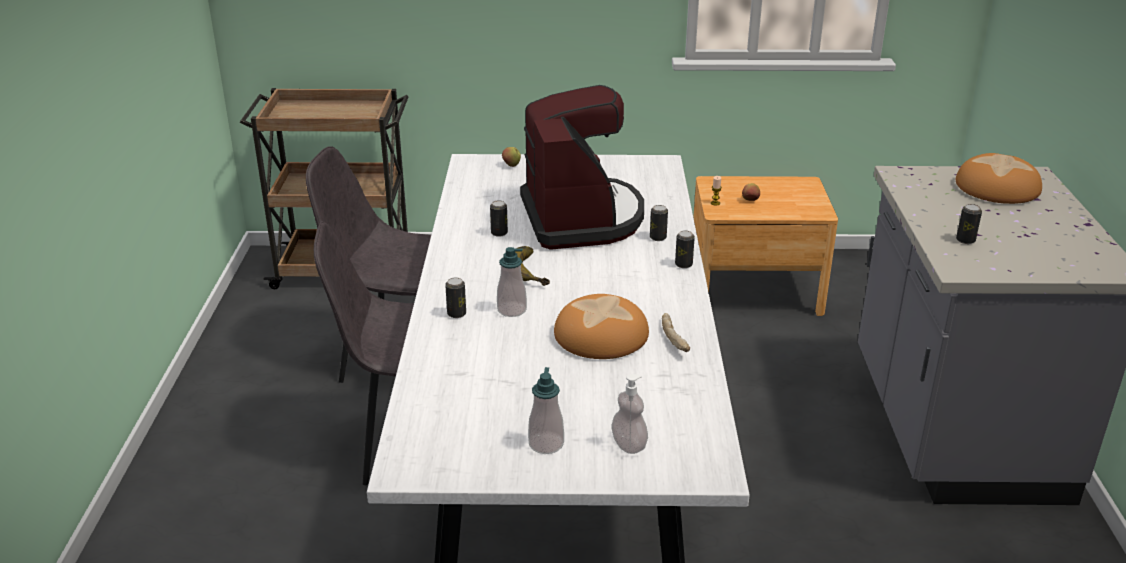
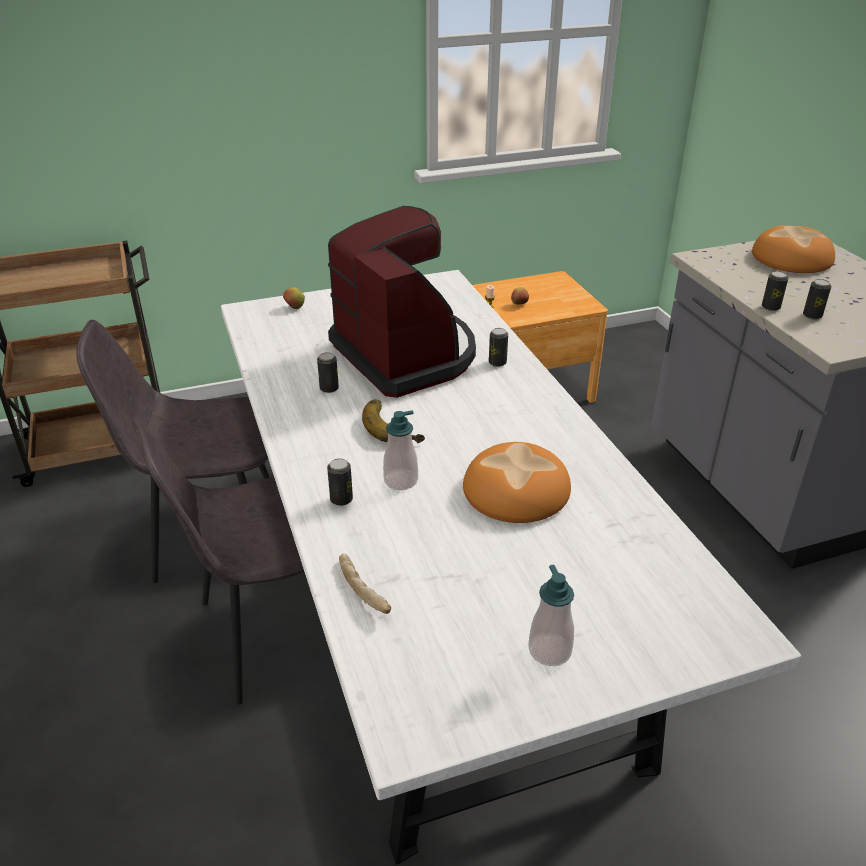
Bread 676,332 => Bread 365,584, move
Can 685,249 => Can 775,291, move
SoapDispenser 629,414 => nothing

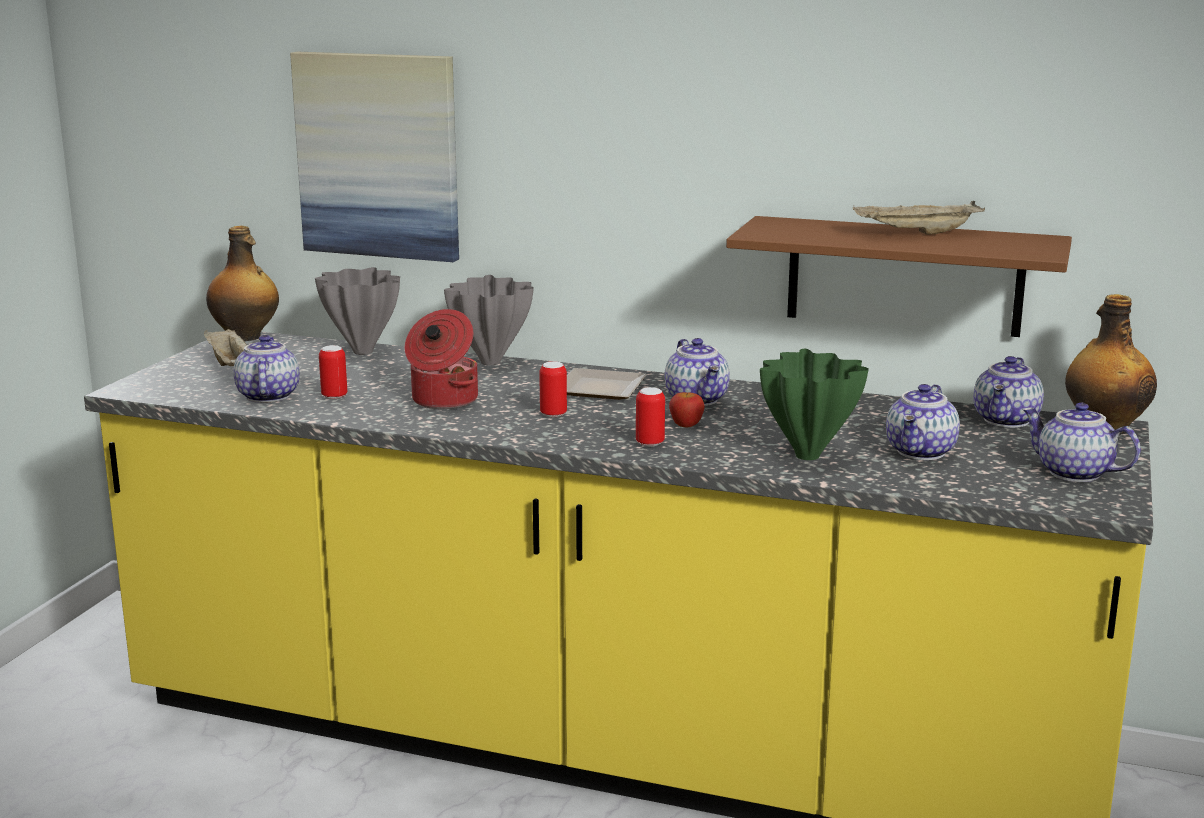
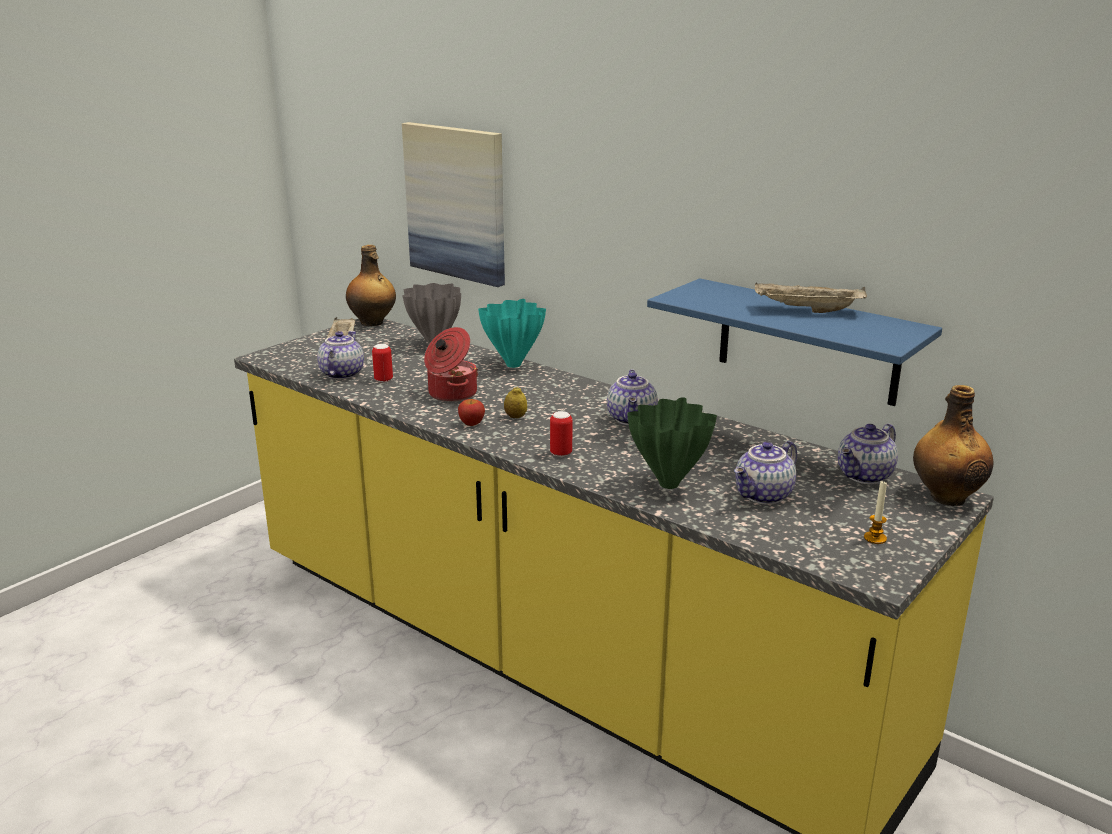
Apple 687,409 => Apple 471,412, move
GreyVase 489,320 => TurquoiseVase 512,333
Can 553,389 => Lemon 515,402
BrownShelf 899,276 => BlueShelf 794,342
Teapot 1081,442 => Candle 875,512
Plate 607,384 => nothing

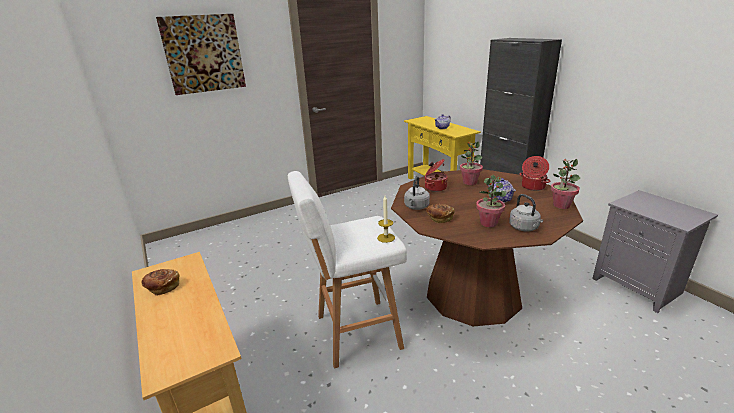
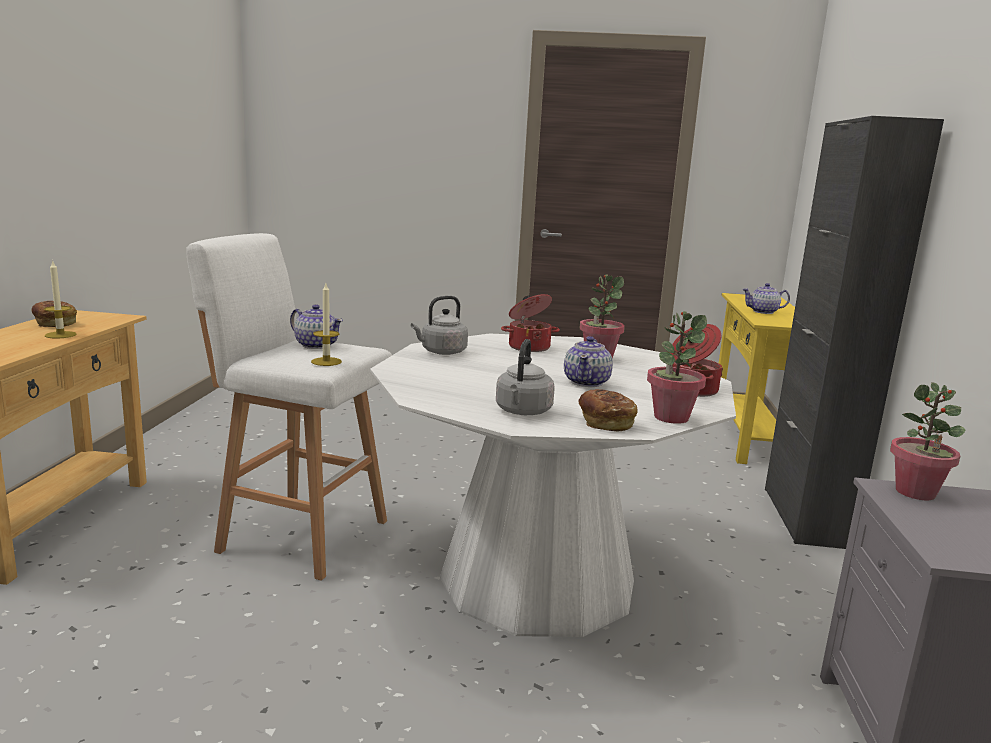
nothing => Candle 60,299
nothing => Teapot 316,326
BrownDiningTable 487,247 => WhiteDiningTable 553,485
Bread 440,213 => Bread 607,410, move
PottedPlant 491,201 => PottedPlant 928,441, move
Picture 201,54 => nothing

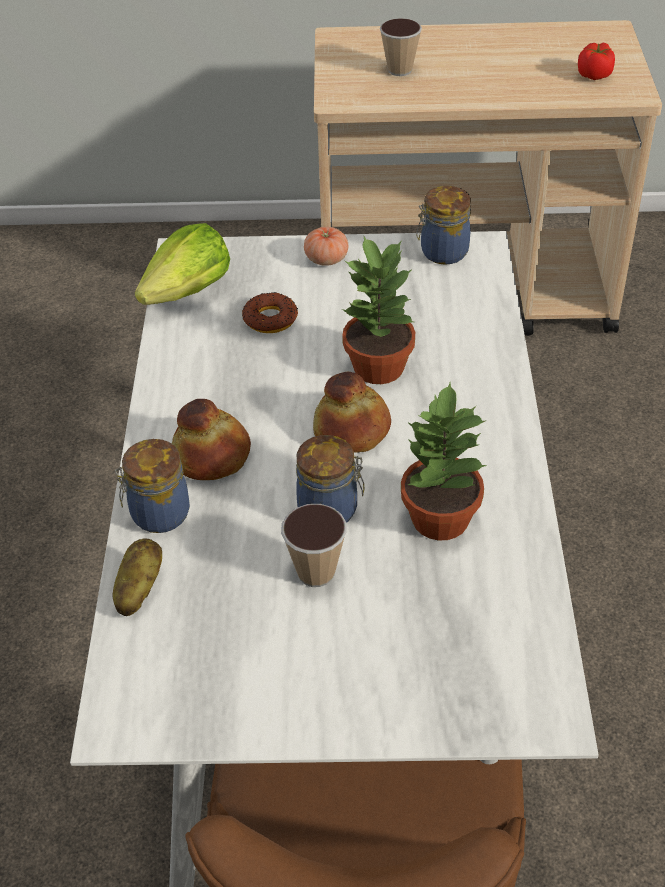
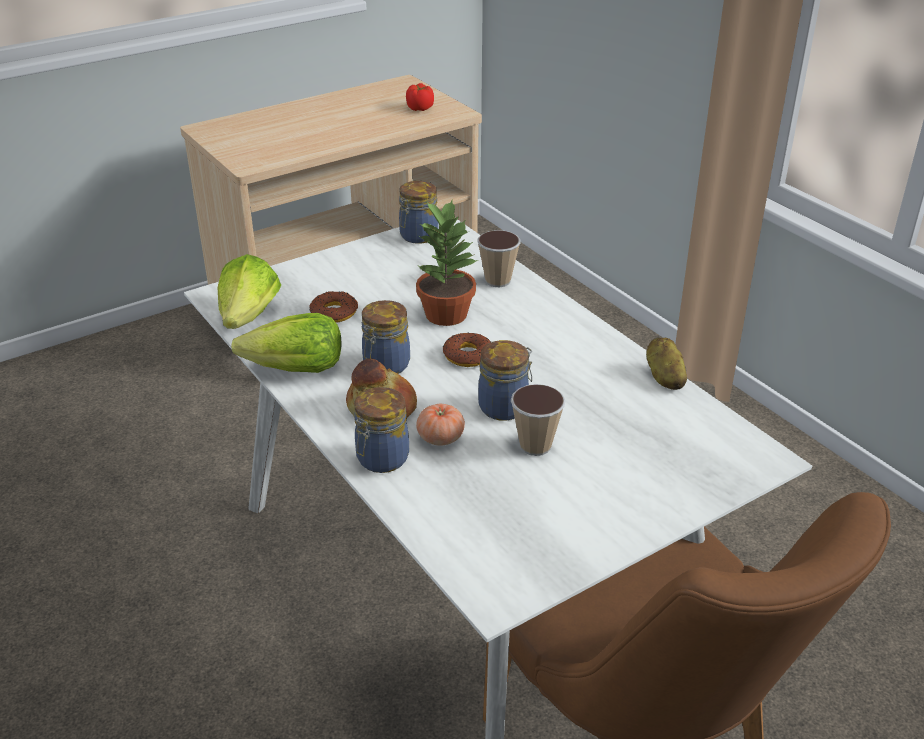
nothing => Lettuce 286,343
nothing => Jar 386,337
Tomato 326,246 => Tomato 440,425, move
Bread 352,412 => Donut 467,350
Cup 401,47 => Cup 498,258, move
Potato 137,577 => Potato 666,363, move
PottedPlant 444,461 => nothing

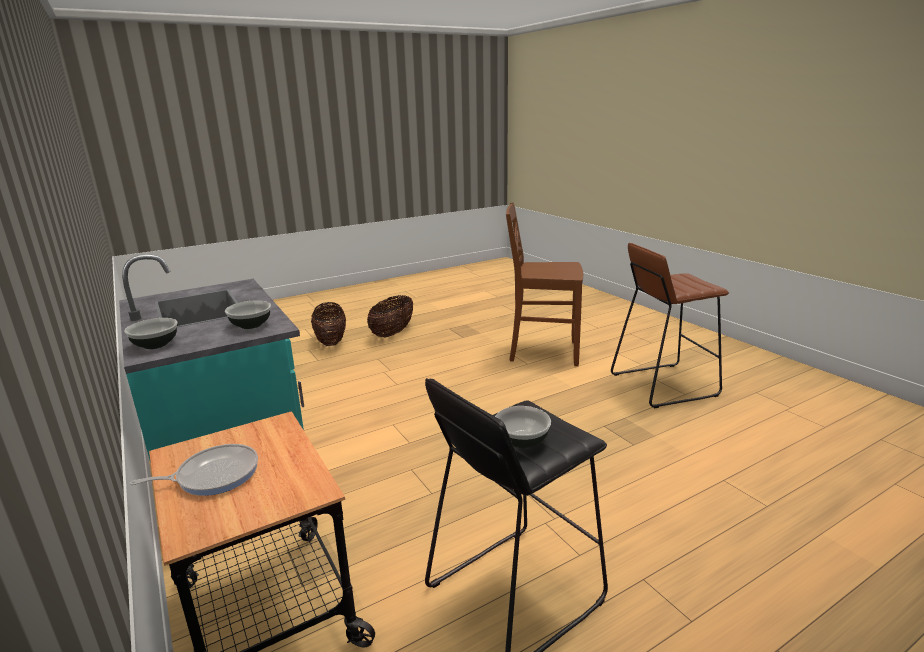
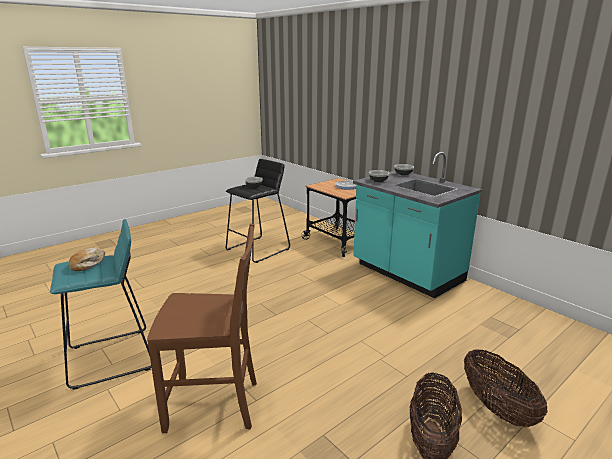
BrownStool 670,325 => TurquoiseStool 101,304
nothing => Bread 87,259

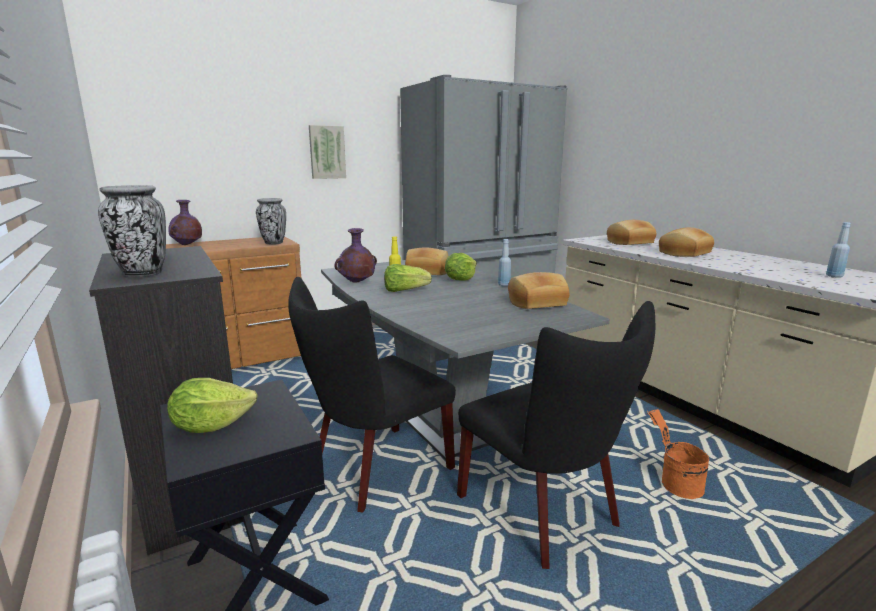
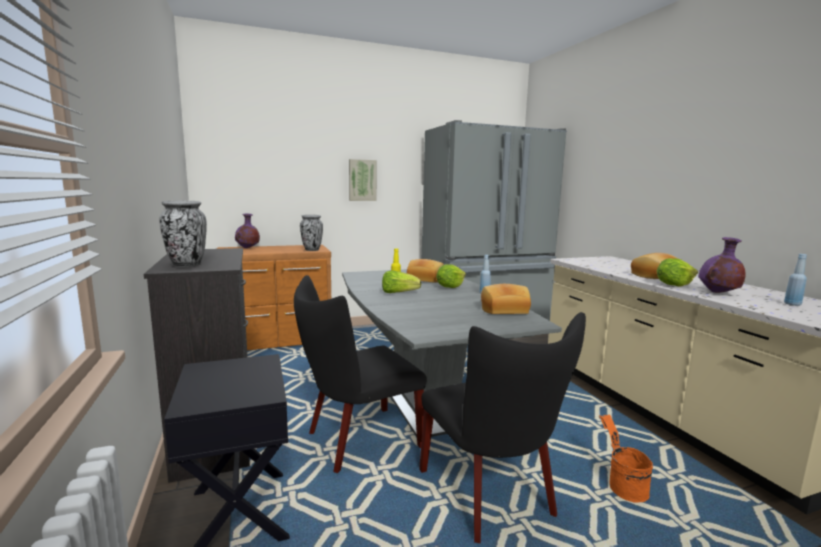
Lettuce 212,405 => Lettuce 677,272, move
PurpleVase 355,255 => PurpleVase 722,265, move
Bread 631,232 => nothing

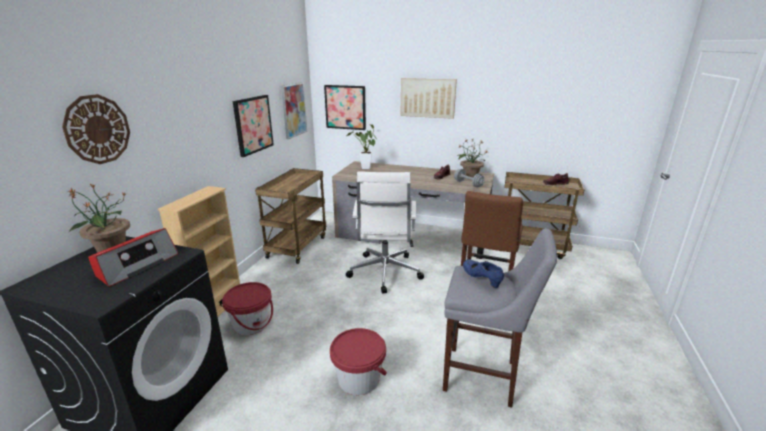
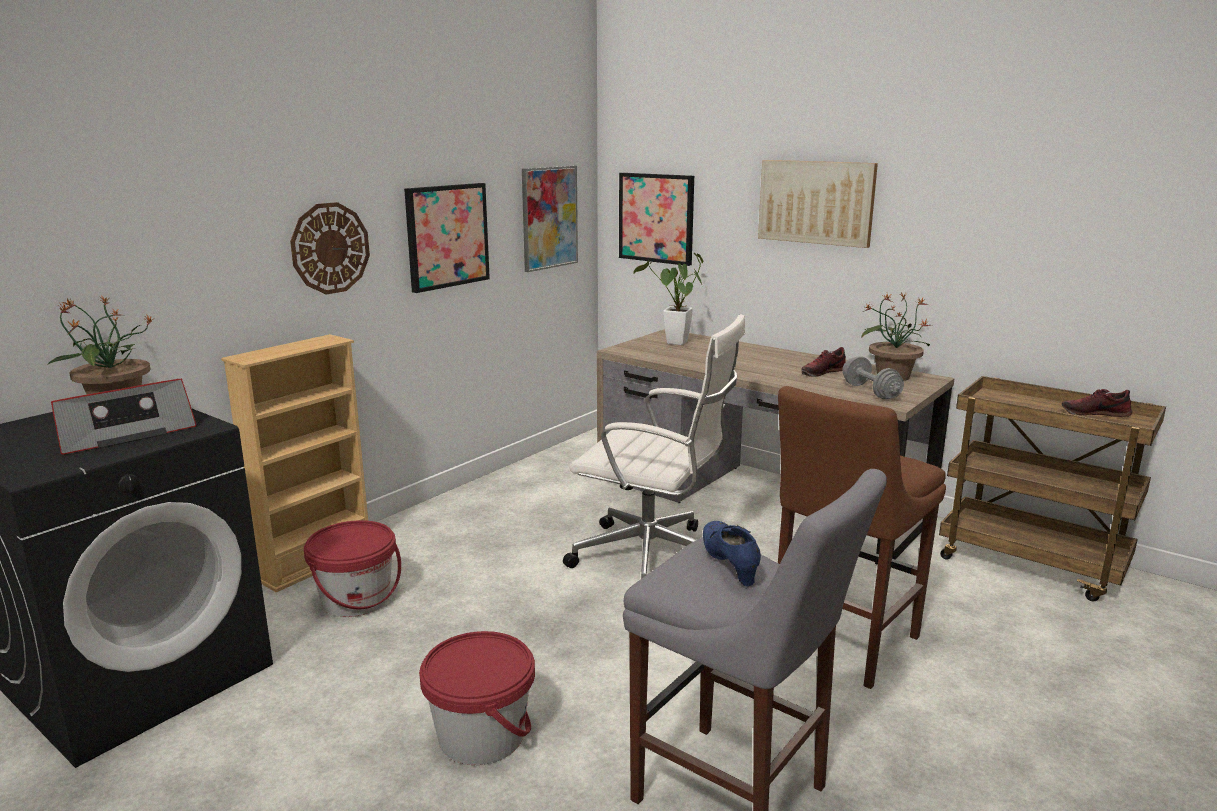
WallClock 96,129 => WallClock 330,248, move
WhiteOfficeChair 385,232 => WhiteOfficeChair 654,446, 90 degrees counterclockwise
BrownCart 290,216 => nothing

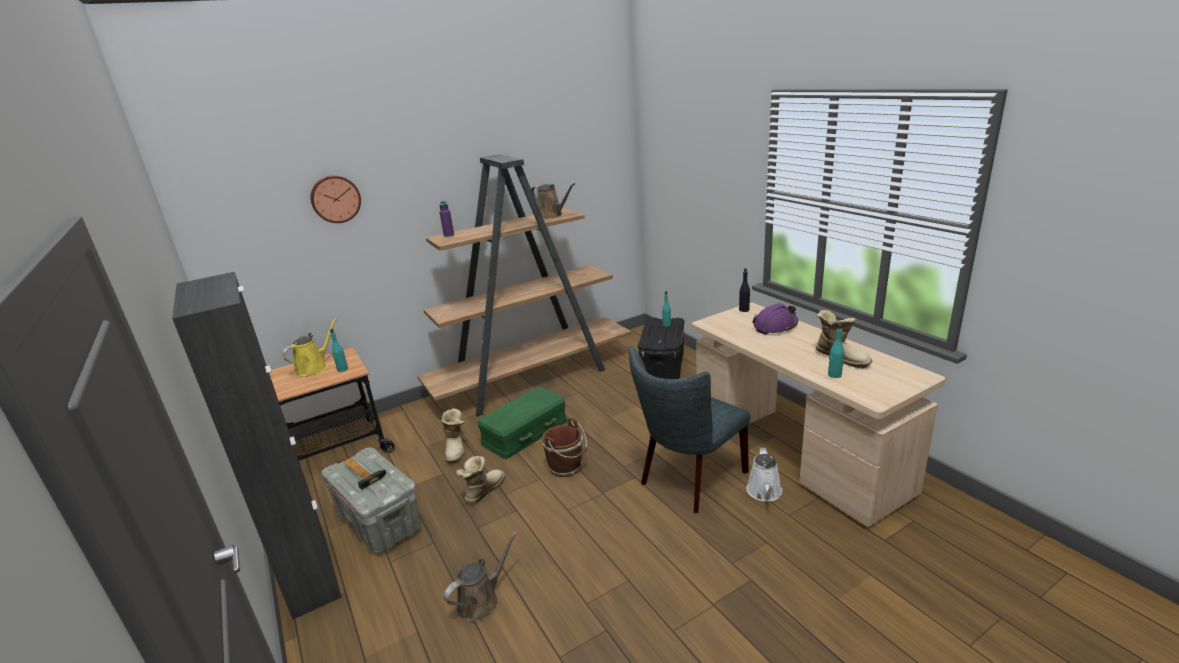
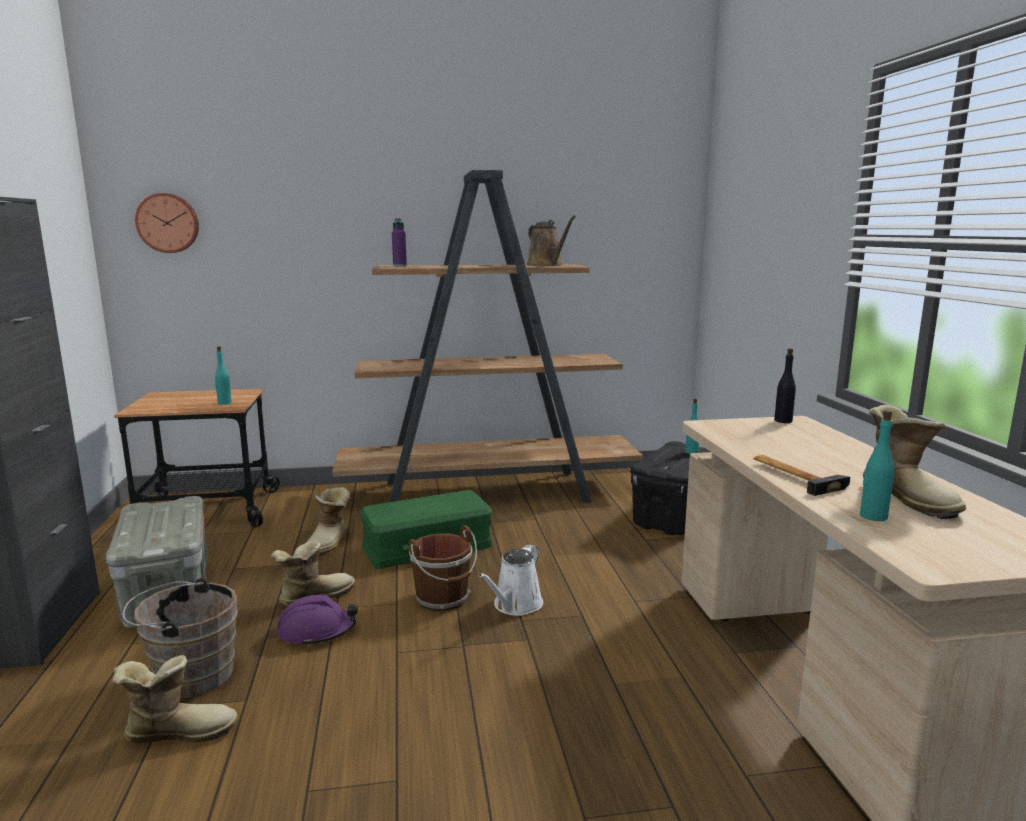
BrownWateringCan 481,576 => Boot 175,699
nothing => BrownBucket 180,638
WallClock 335,199 => WallClock 167,223, move
PurpleHardHat 775,318 => PurpleHardHat 317,621, move
WhiteWateringCan 764,474 => WhiteWateringCan 510,580, move
Hammer 364,474 => Hammer 801,475, move
YellowWateringCan 310,347 => nothing
GreyChair 690,429 => nothing

